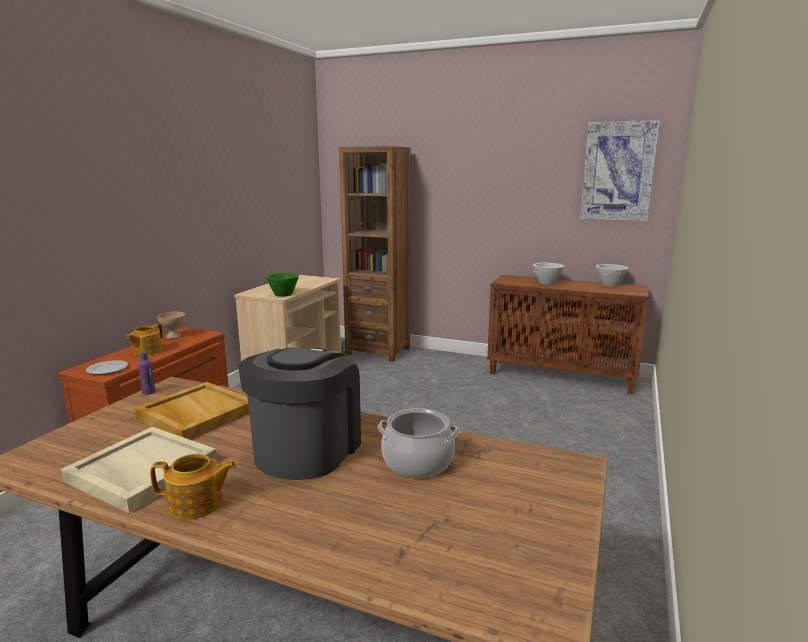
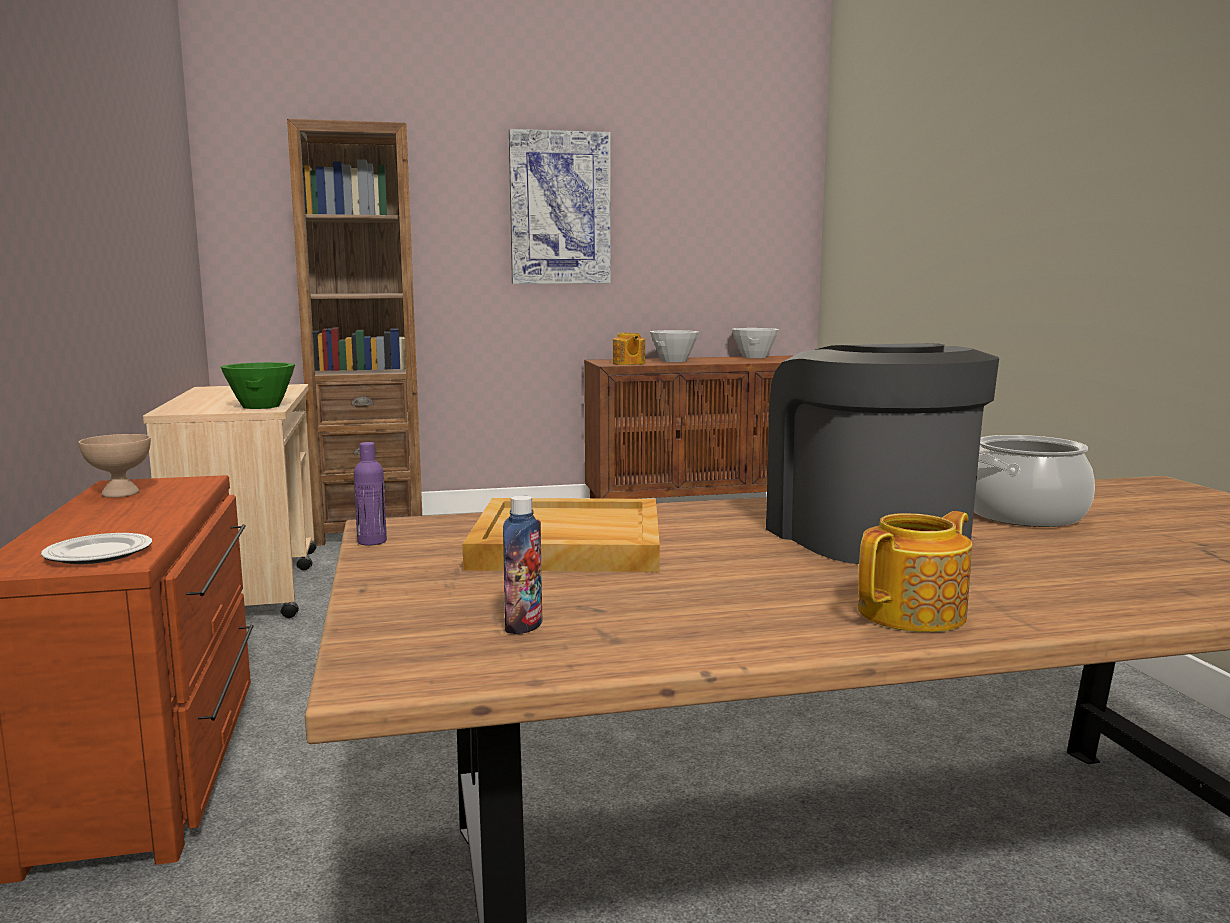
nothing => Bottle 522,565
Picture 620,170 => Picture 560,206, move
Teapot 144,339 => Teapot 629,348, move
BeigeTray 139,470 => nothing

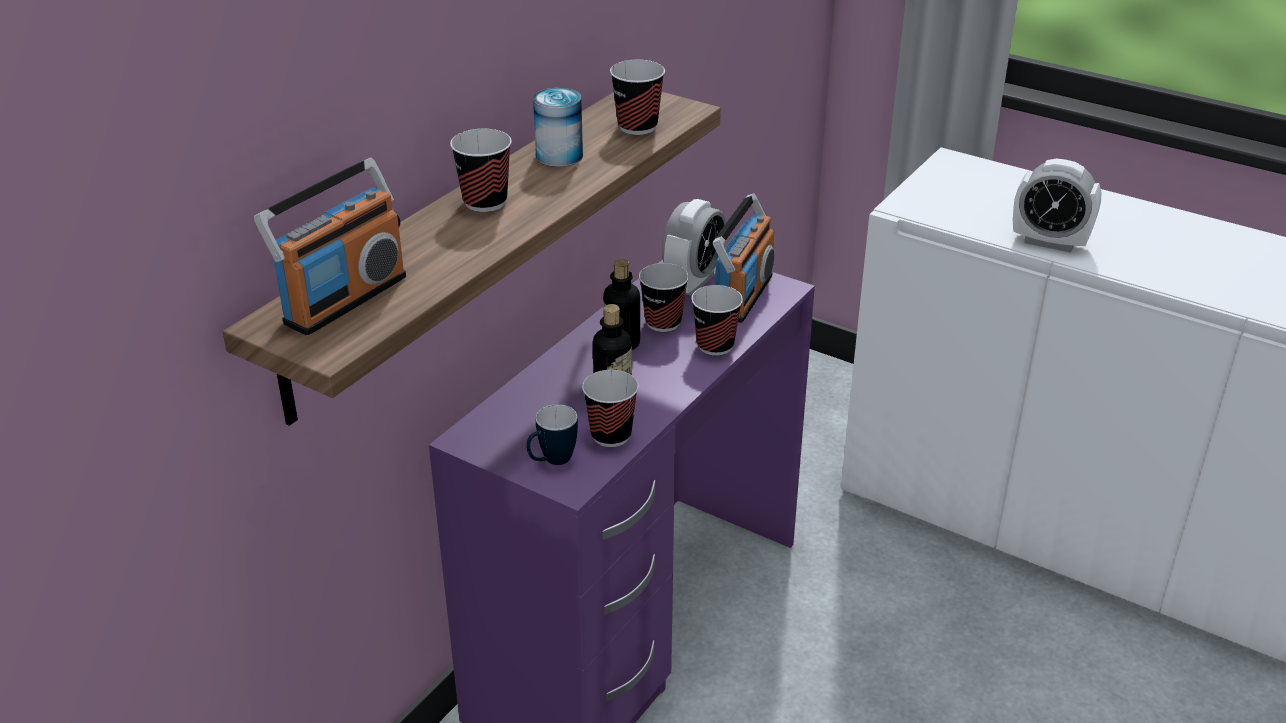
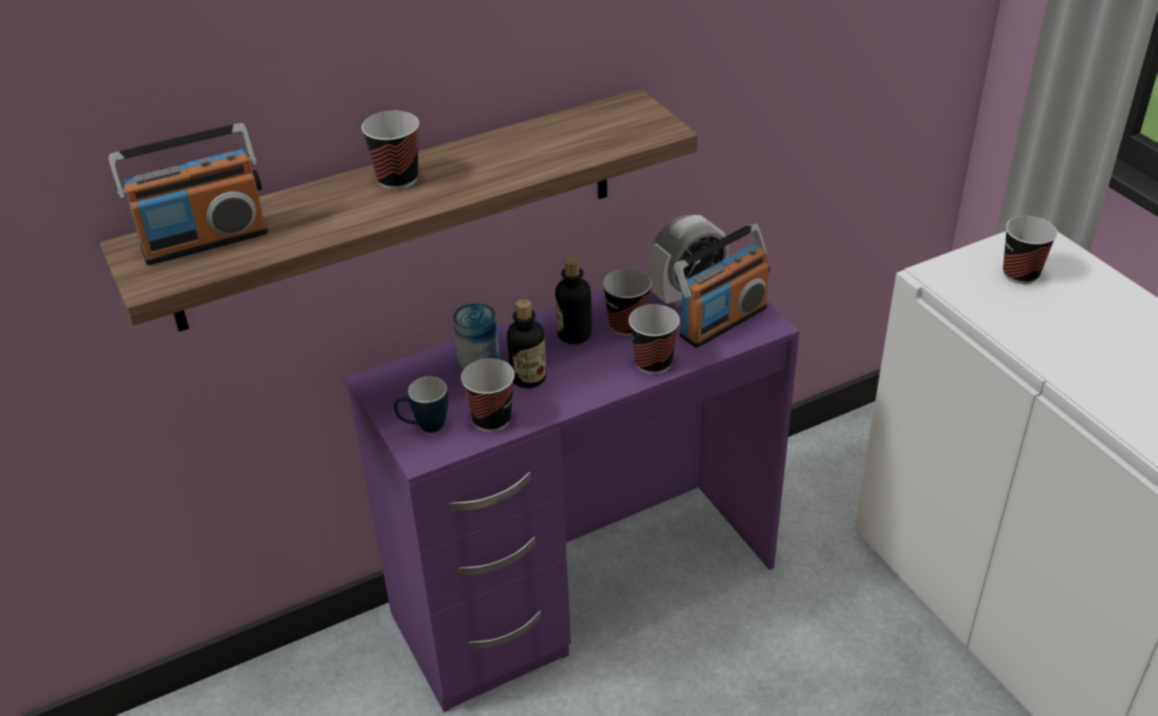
Can 558,127 => Can 476,336, move
Cup 637,97 => Cup 1030,250, move
AlarmClock 1057,206 => nothing

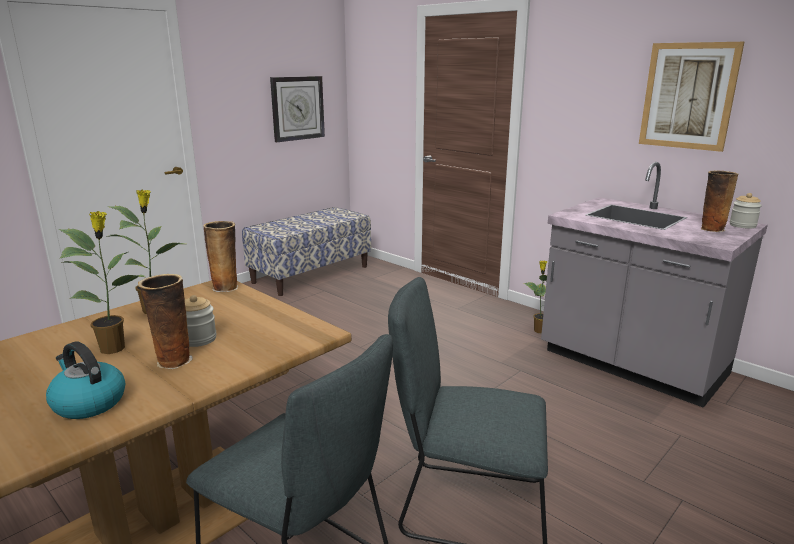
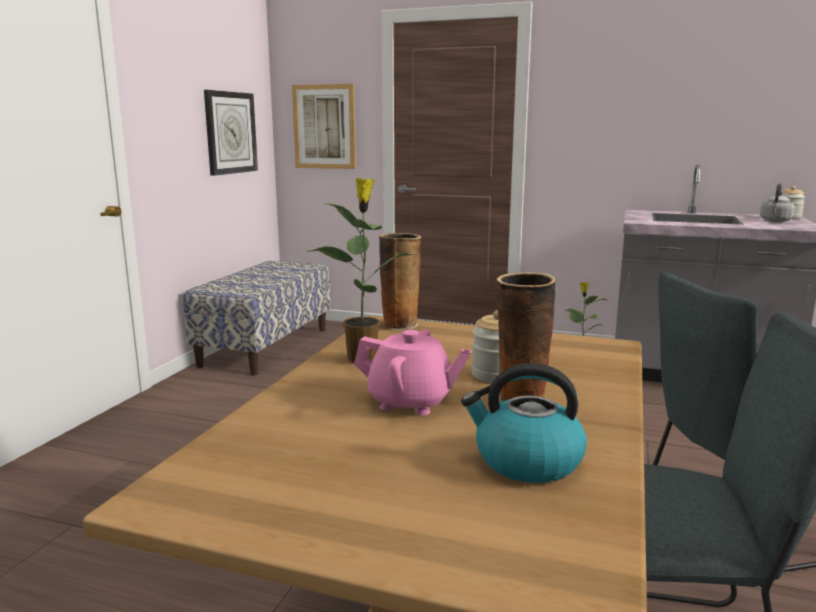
Picture 691,97 => Picture 324,126, move
PottedPlant 102,282 => PinkTeapot 413,372
Vase 720,201 => GreyKettle 777,202

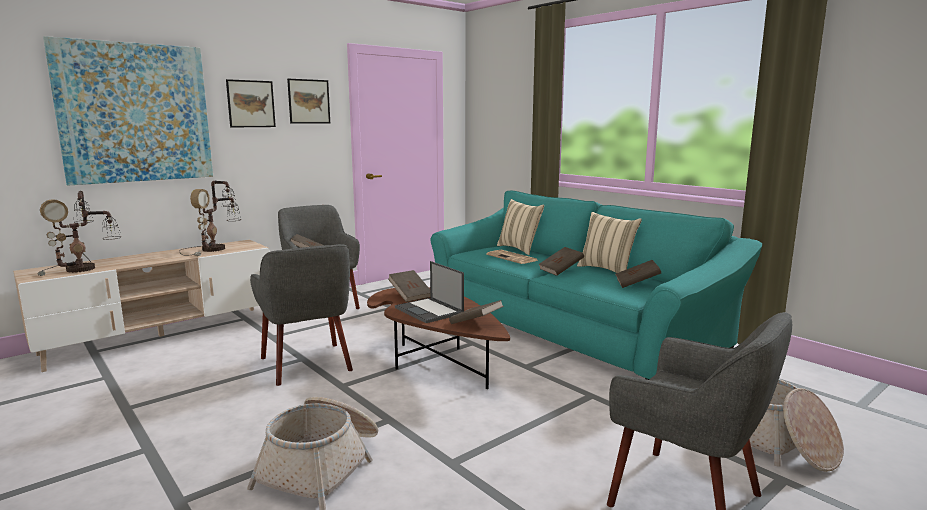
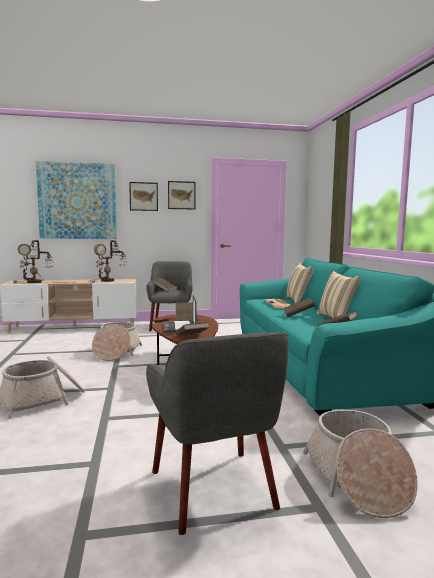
GreyArmchair 301,315 => Basket 117,341

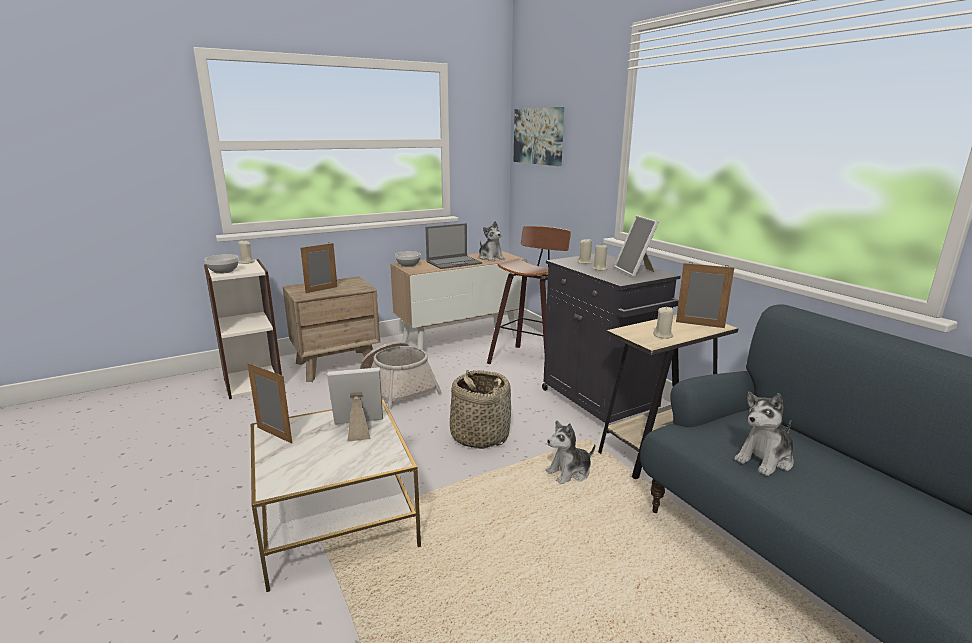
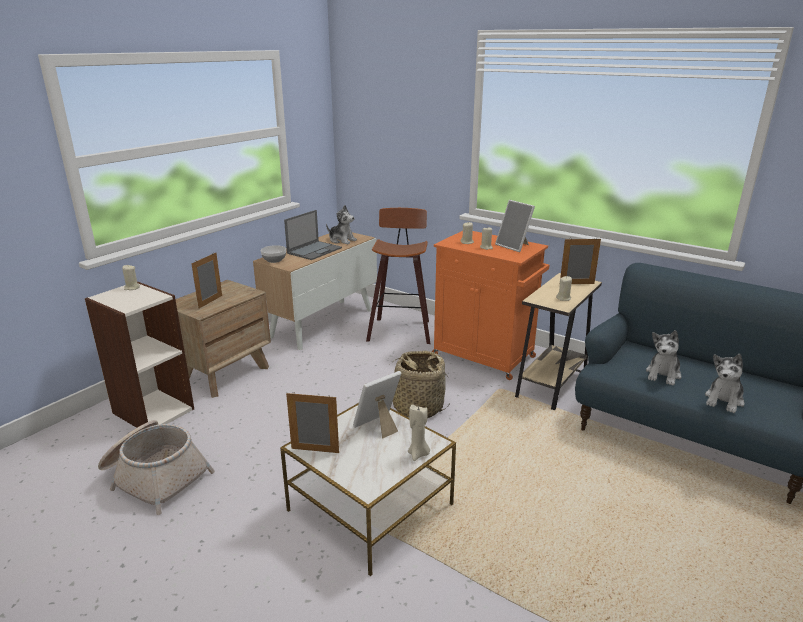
Basket 401,375 => Basket 156,467, move
nothing => BeigeCandle 419,432
BlackCabinet 611,343 => OrangeCabinet 490,305
PlushToy 570,452 => PlushToy 725,383, move
Bowl 222,264 => nothing
Picture 539,136 => nothing

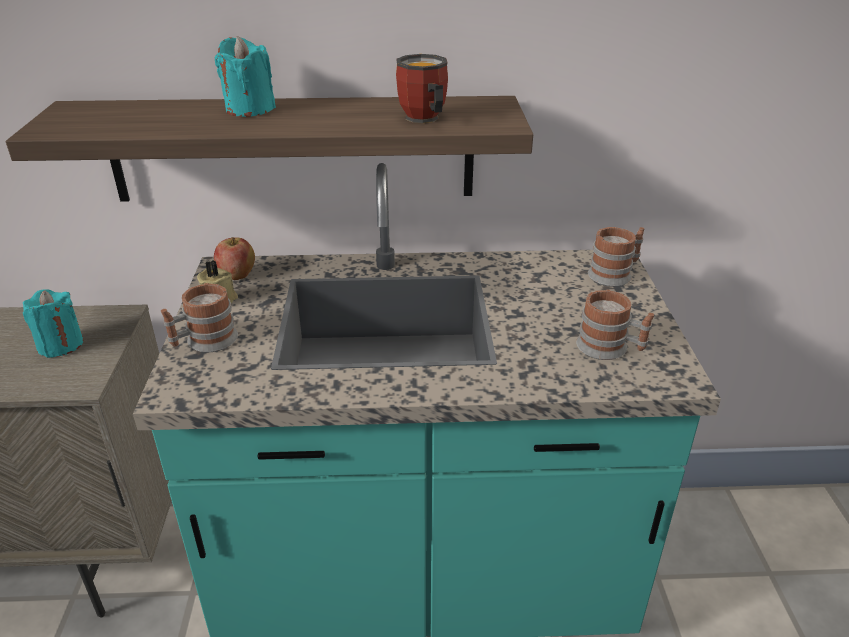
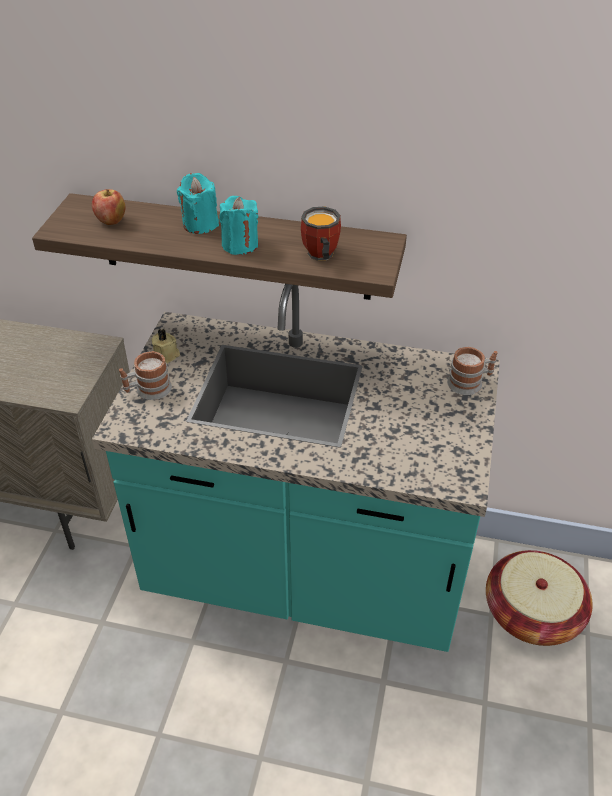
Apple 234,258 => Apple 108,207, move
TurquoiseCandle 53,323 => TurquoiseCandle 238,225, move
nothing => Basket 539,598
Mug 615,325 => nothing

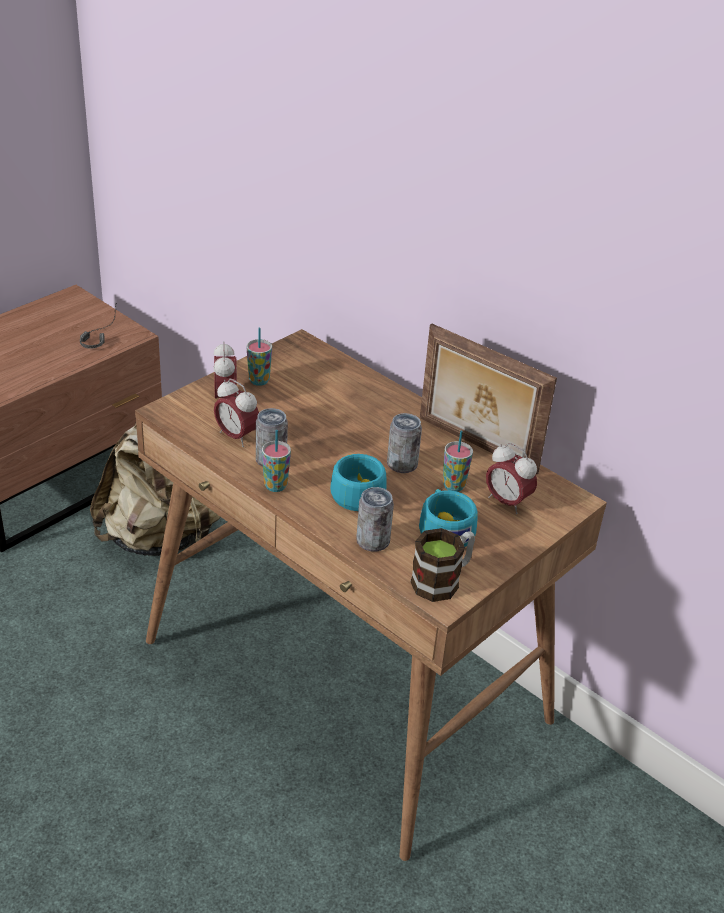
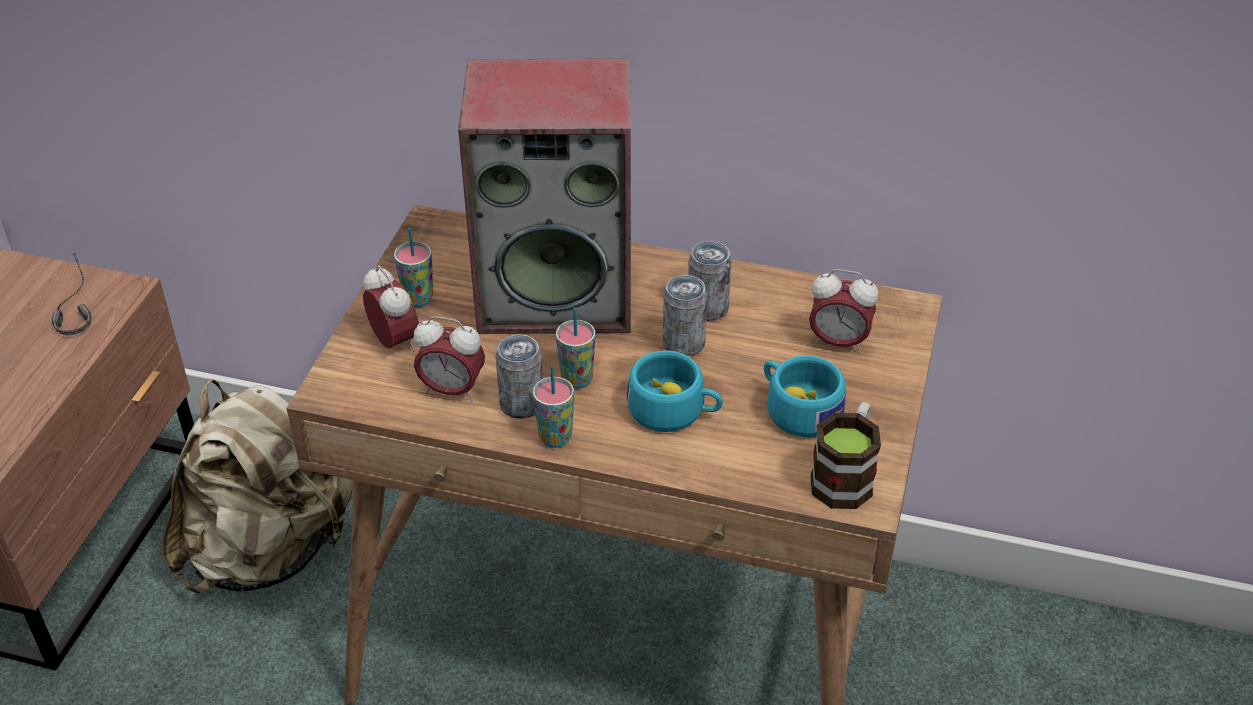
nothing => Speaker 544,196
Cup 458,461 => Cup 575,348, move
Can 375,519 => Can 710,281, move
PictureFrame 488,399 => nothing

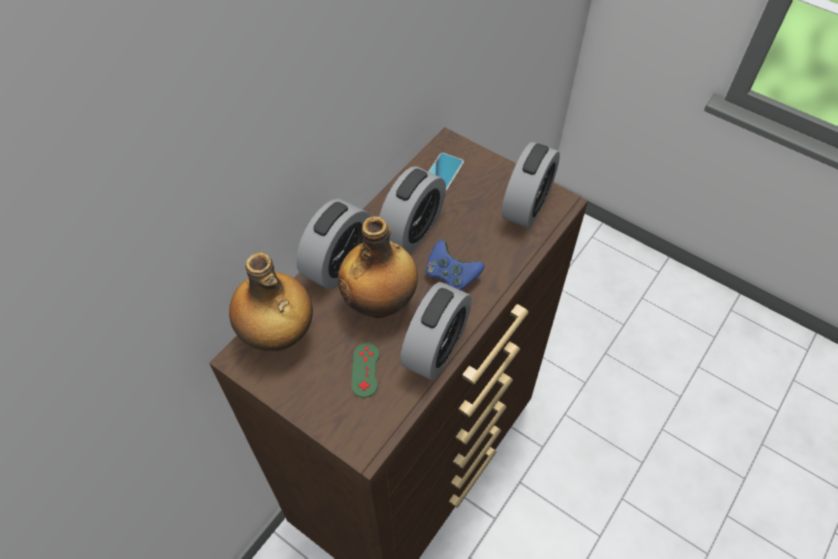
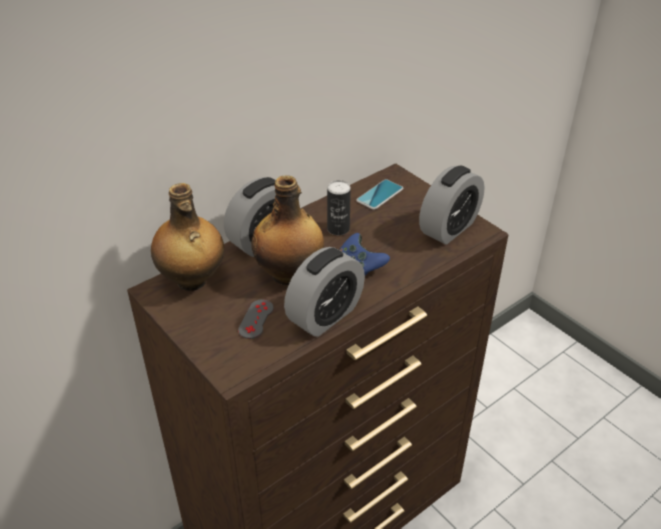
GreenGameController 365,370 => GreyGameController 256,319
AlarmClock 412,210 => Can 339,207

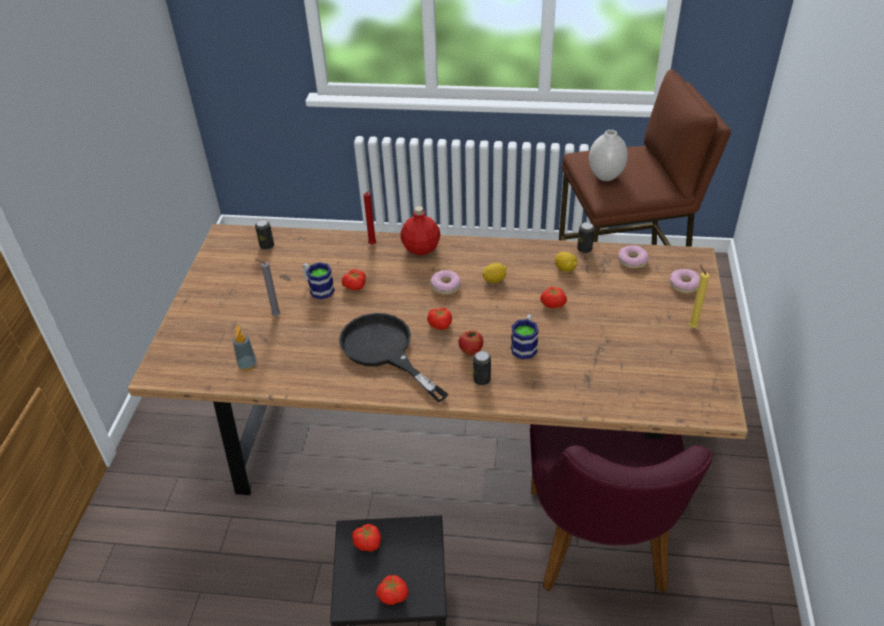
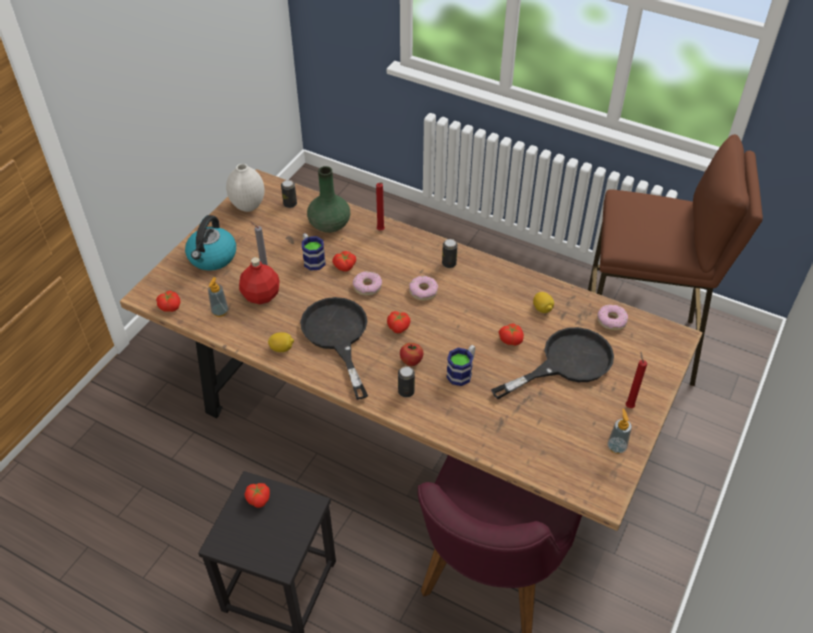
Tomato 392,590 => Tomato 168,301, move
nothing => Kettle 210,243
WhiteVase 608,155 => WhiteVase 245,188, move
RedBottle 420,230 => RedBottle 259,280, move
Lemon 494,273 => Lemon 281,342, move
nothing => GreenVase 328,199
Donut 685,281 => Donut 367,283, move
Can 586,237 => Can 450,253, move
nothing => BlackFryingPan 552,363
nothing => SoapDispenser 619,431
YellowCandle 699,296 => RedCandle 636,379

